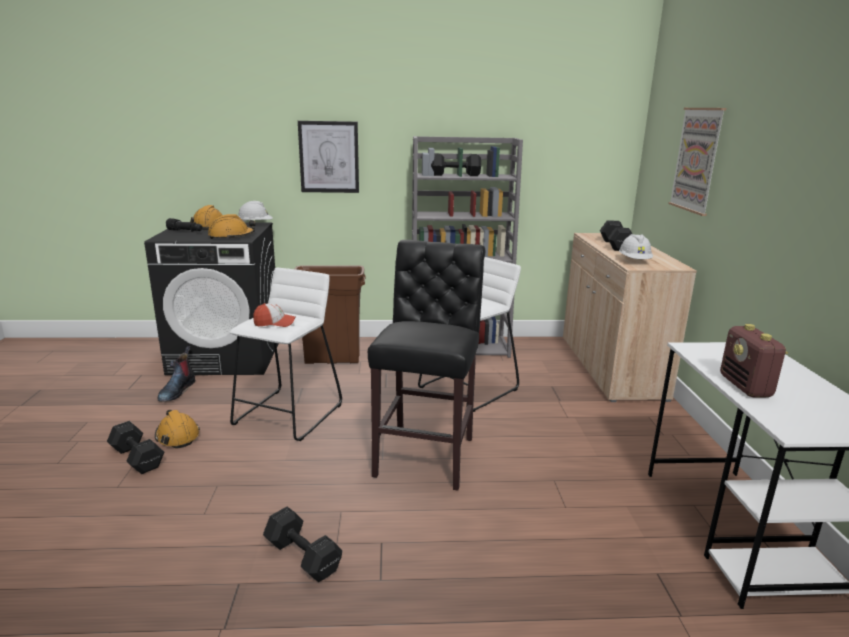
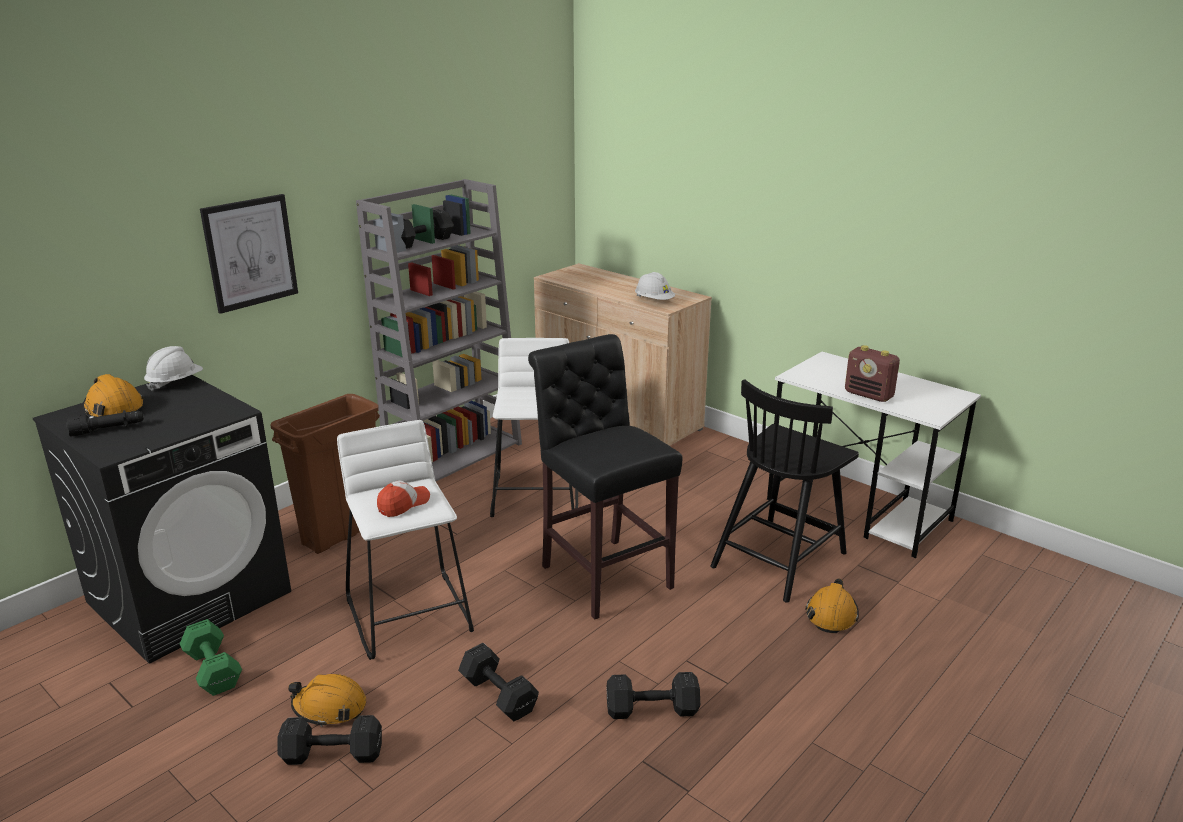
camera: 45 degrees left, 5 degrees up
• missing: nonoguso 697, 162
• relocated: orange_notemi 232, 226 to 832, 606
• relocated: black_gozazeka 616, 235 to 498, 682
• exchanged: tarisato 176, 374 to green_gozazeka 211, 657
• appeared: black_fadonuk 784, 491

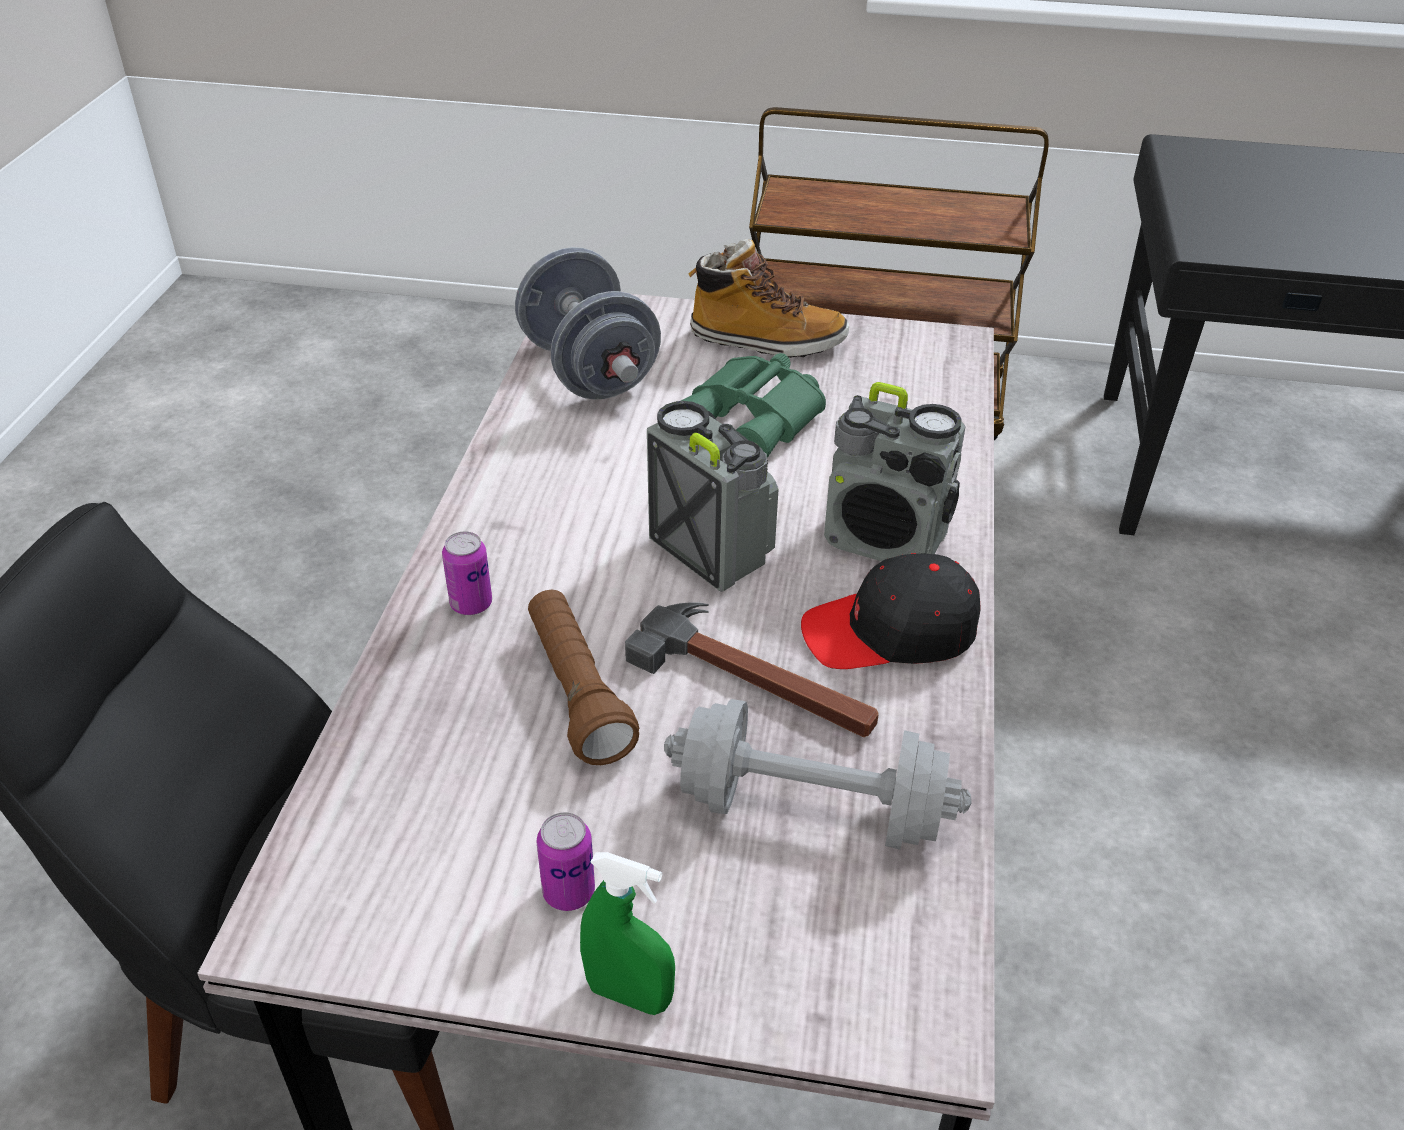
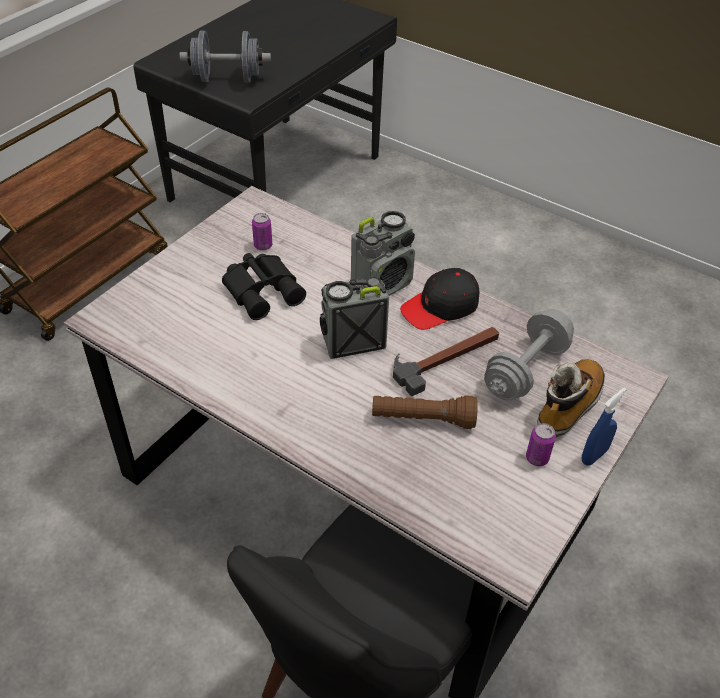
camera: 65 degrees left, 5 degrees up
• relocated: tarisato 768, 298 to 571, 398
• relocated: grey_gozazeka 588, 323 to 225, 57
• colour: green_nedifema 753, 405 to black_nedifema 264, 286
• relocated: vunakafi 467, 573 to 262, 231
• spun: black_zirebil 891, 611 = 439, 299 45 degrees clockwise
• colour: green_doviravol 627, 933 to blue_doviravol 604, 426

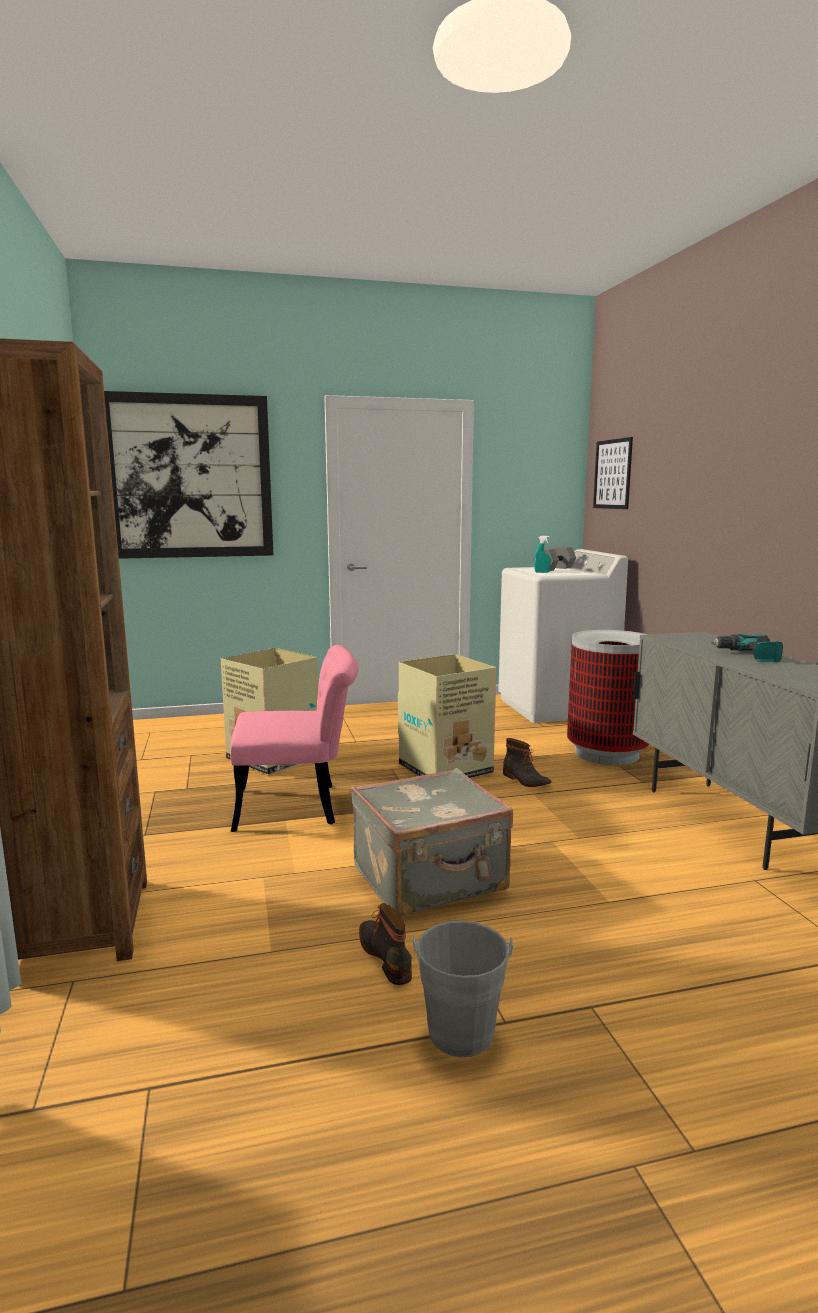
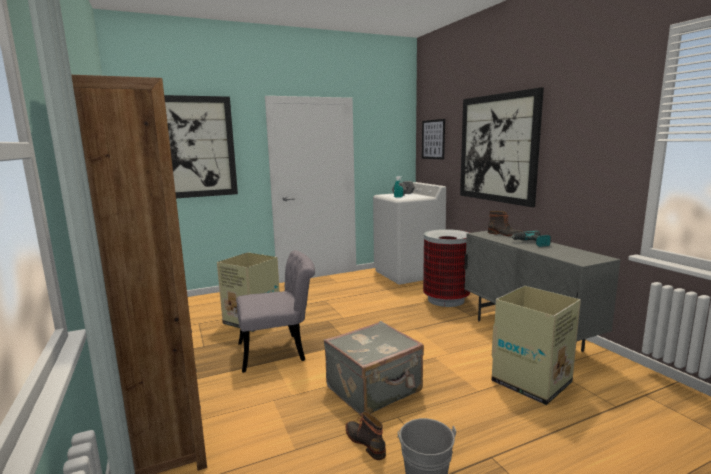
camera: 10 degrees left, 0 degrees up
• colour: pink_fadonuk 294, 738 to grey_fadonuk 276, 311
• relocated: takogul 447, 716 to 536, 345
• relocated: tarisato 527, 762 to 505, 223
• appeared: nonoguso 502, 147

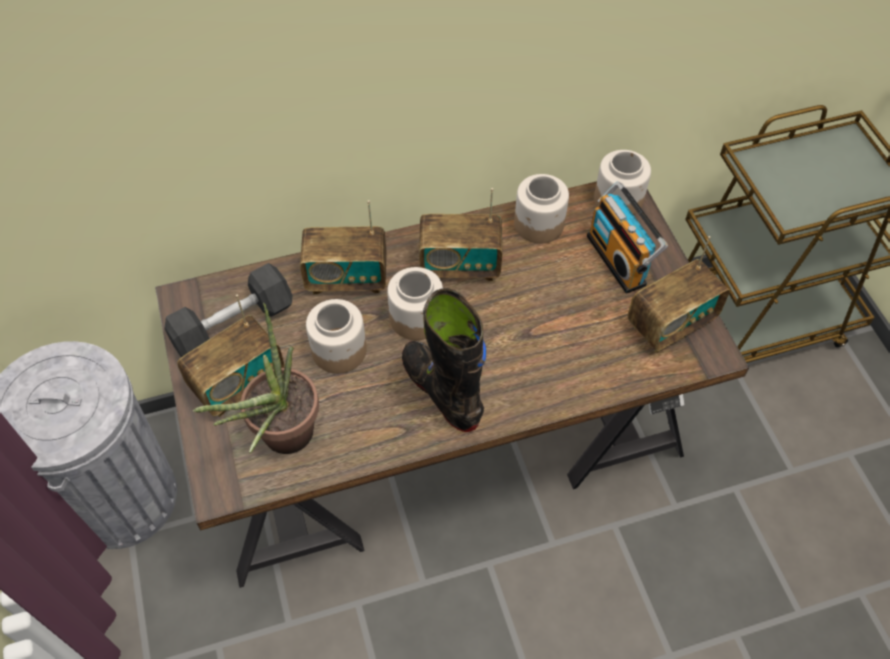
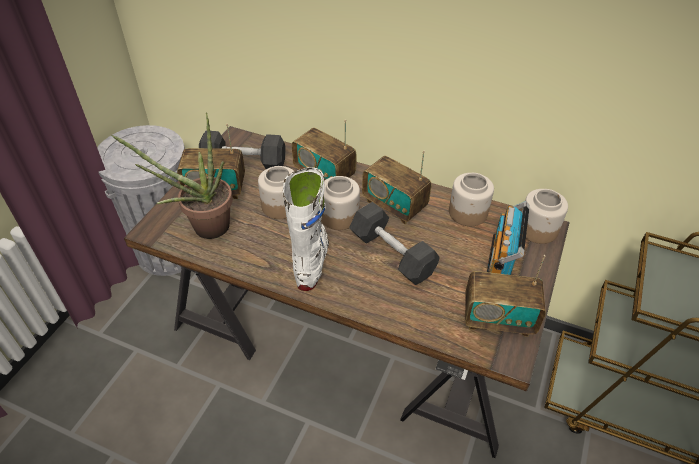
camera: 40 degrees right, 10 degrees down
• colour: black_tarisato 444, 360 to white_tarisato 306, 229
• appeared: grey_gozazeka 394, 243

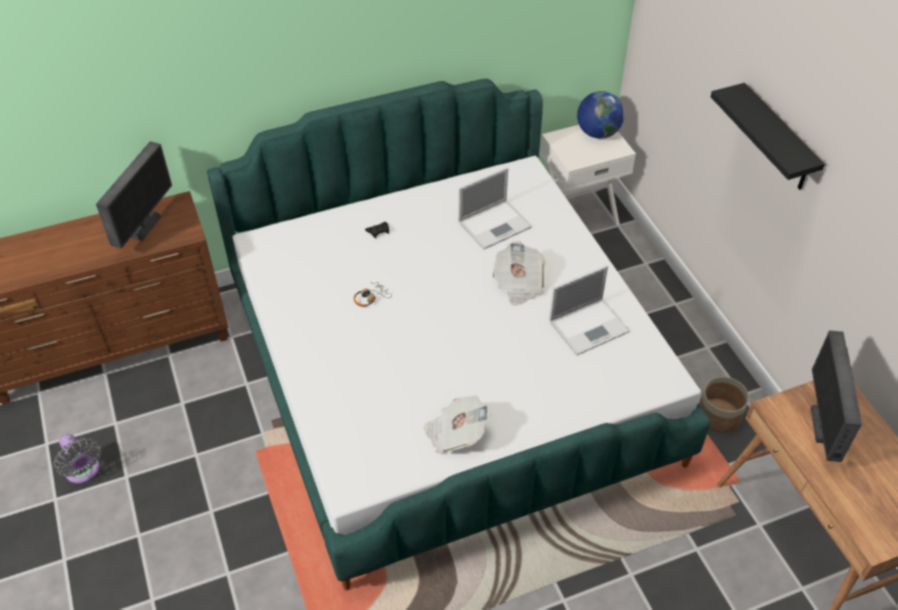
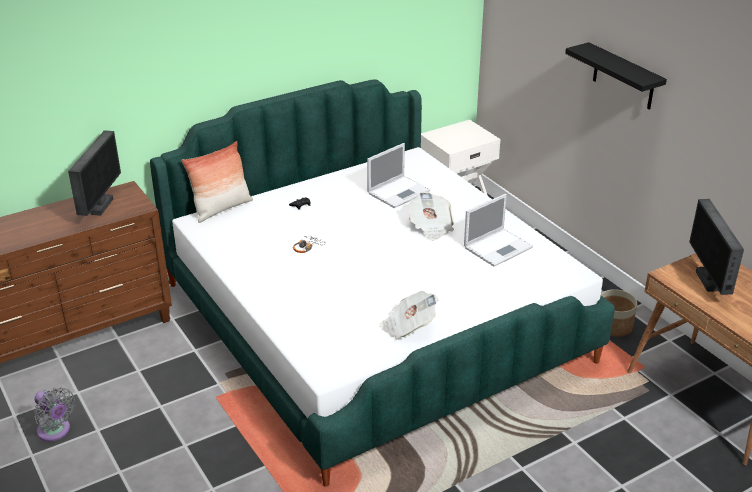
camera: 10 degrees left, 15 degrees down
• missing: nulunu 600, 115
• appeared: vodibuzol 217, 182

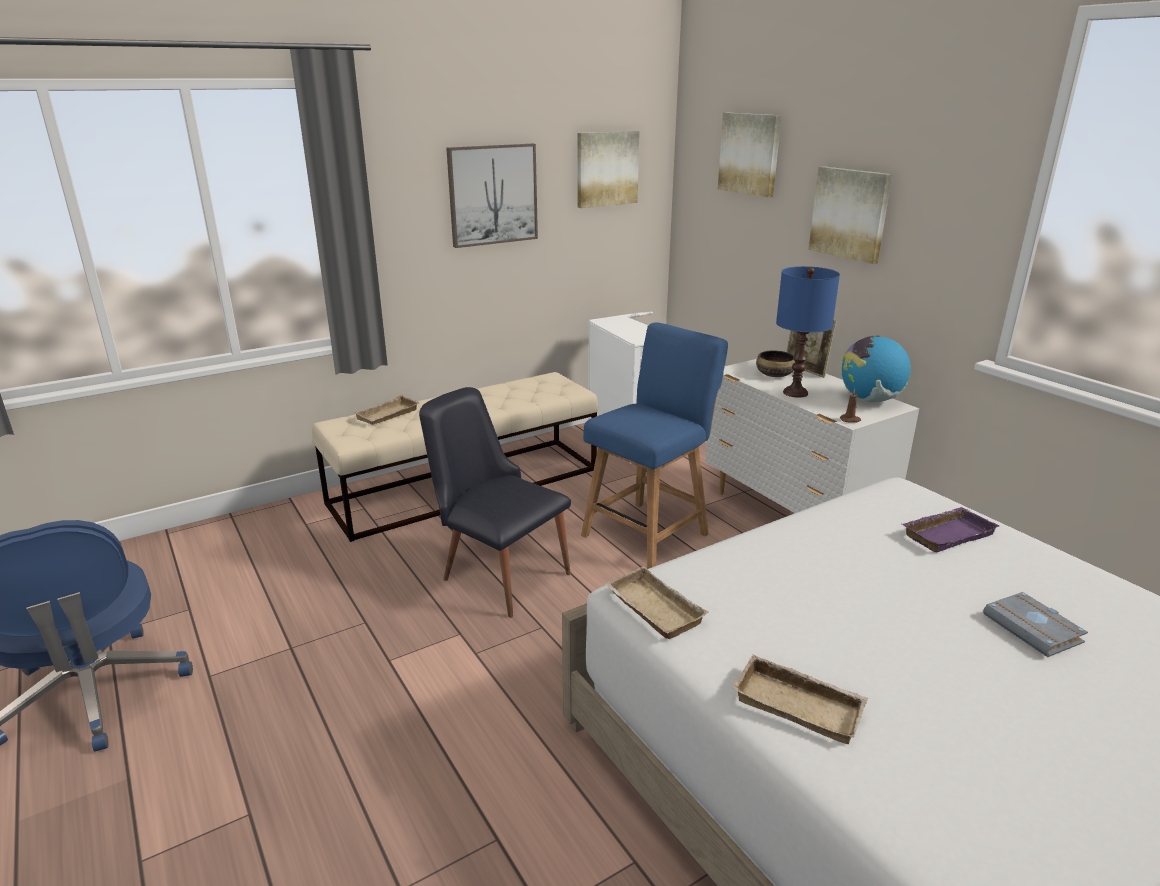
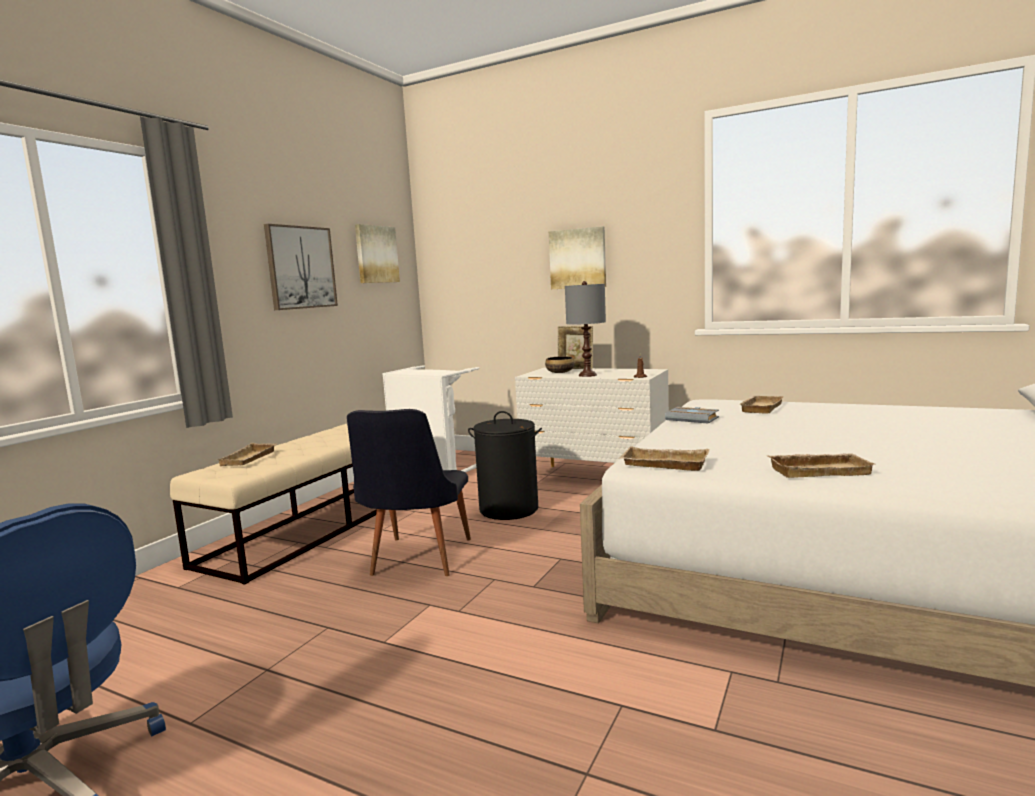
camera: 30 degrees left, 15 degrees down
• missing: nonoguso 749, 155
• colour: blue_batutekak 808, 332 to grey_batutekak 585, 329
• exchanged: blue_fadonuk 654, 445 to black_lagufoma 505, 465
• missing: nulunu 876, 369
• spun: black_fadonuk 495, 502 = 409, 492 90 degrees counterclockwise
• colour: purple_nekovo 950, 529 to beige_nekovo 761, 405
• relocated: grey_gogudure 1035, 624 to 692, 415

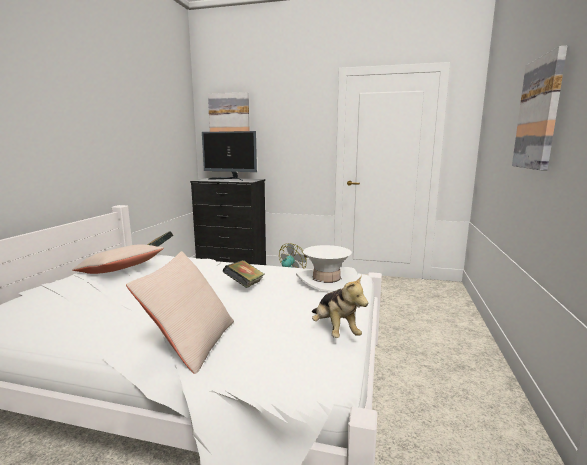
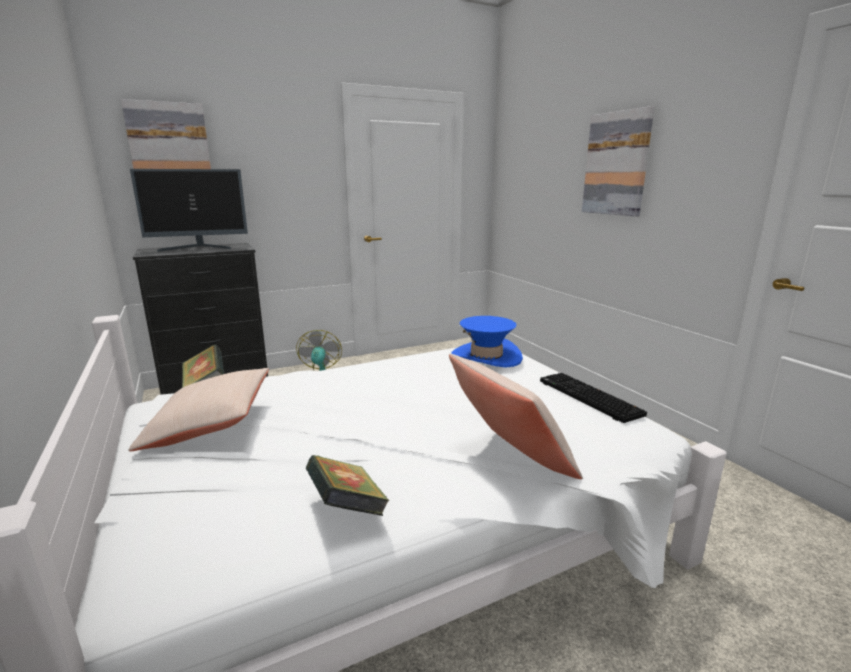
camera: 40 degrees left, 5 degrees up
• colour: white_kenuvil 327, 268 to blue_kenuvil 487, 342
• relocated: gogudure 243, 274 to 348, 485
• exchanged: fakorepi 340, 306 to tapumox 593, 398

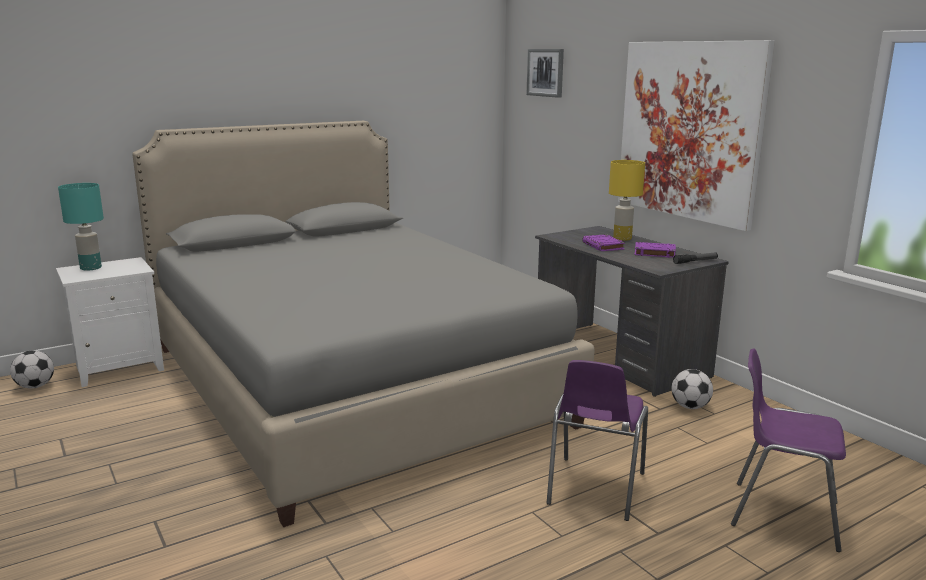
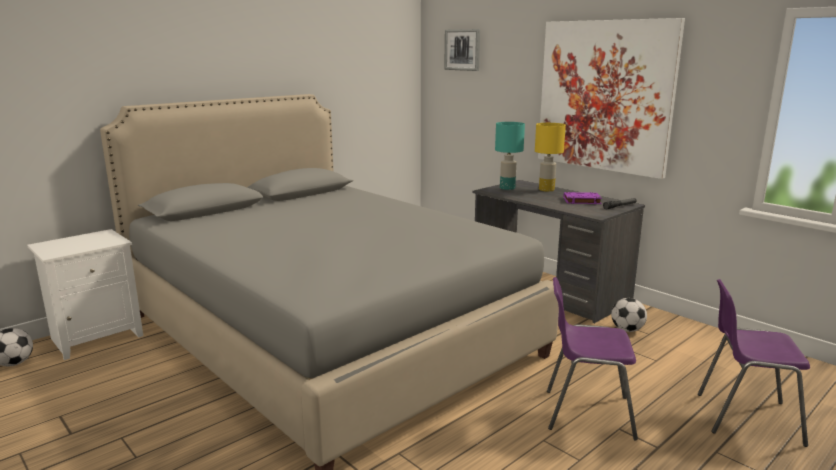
camera: 10 degrees left, 0 degrees up
• relocated: turquoise_batutekak 81, 227 to 510, 156
• missing: purple_gogudure 603, 242
• spun: purple_fadonuk 597, 440 = 592, 359 90 degrees clockwise

